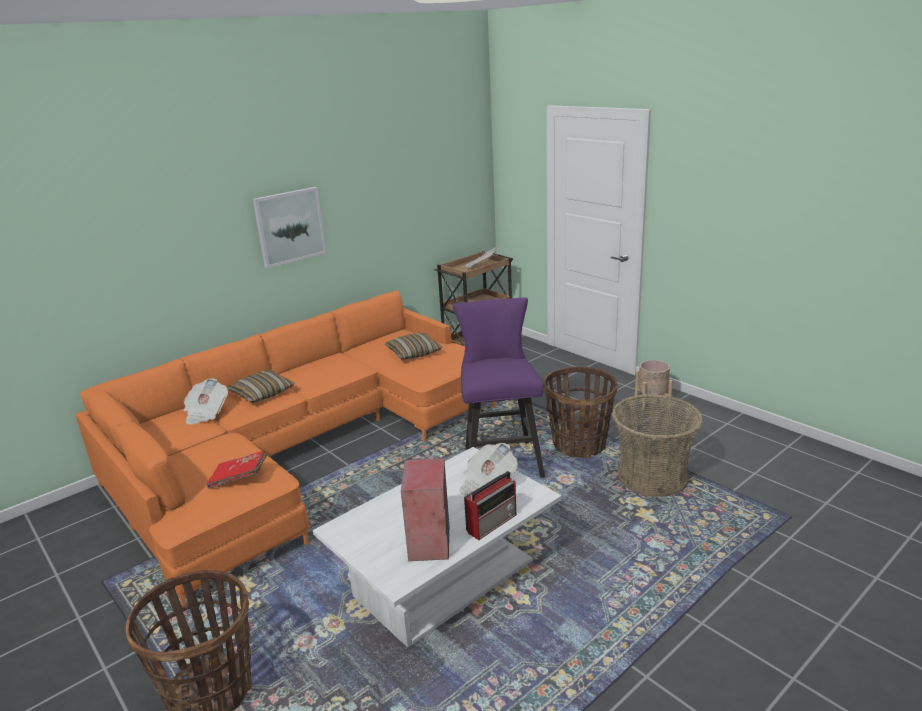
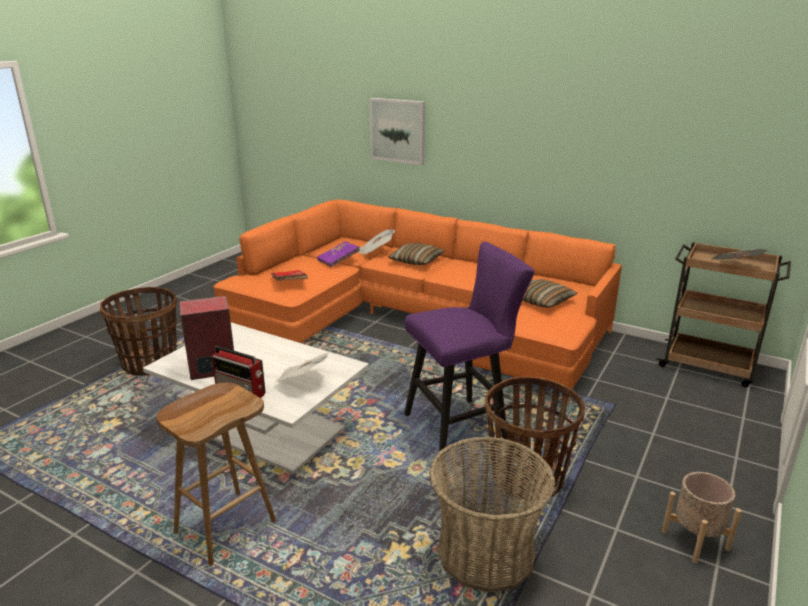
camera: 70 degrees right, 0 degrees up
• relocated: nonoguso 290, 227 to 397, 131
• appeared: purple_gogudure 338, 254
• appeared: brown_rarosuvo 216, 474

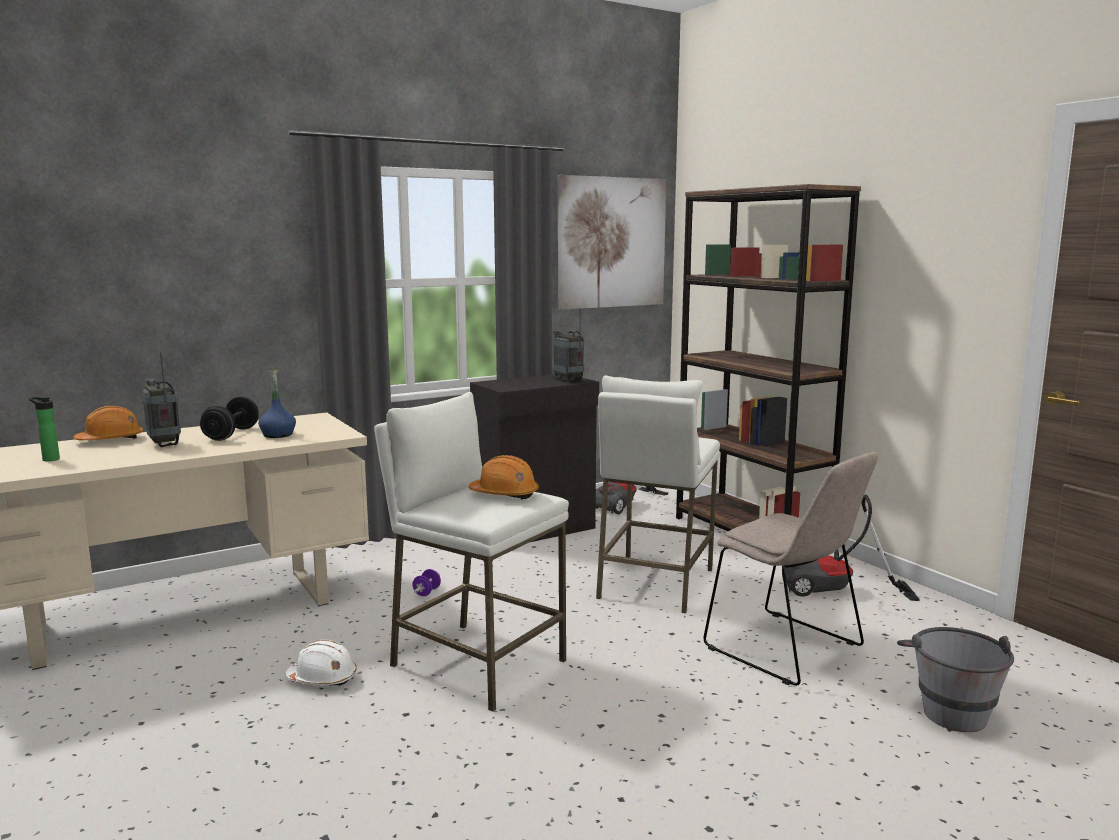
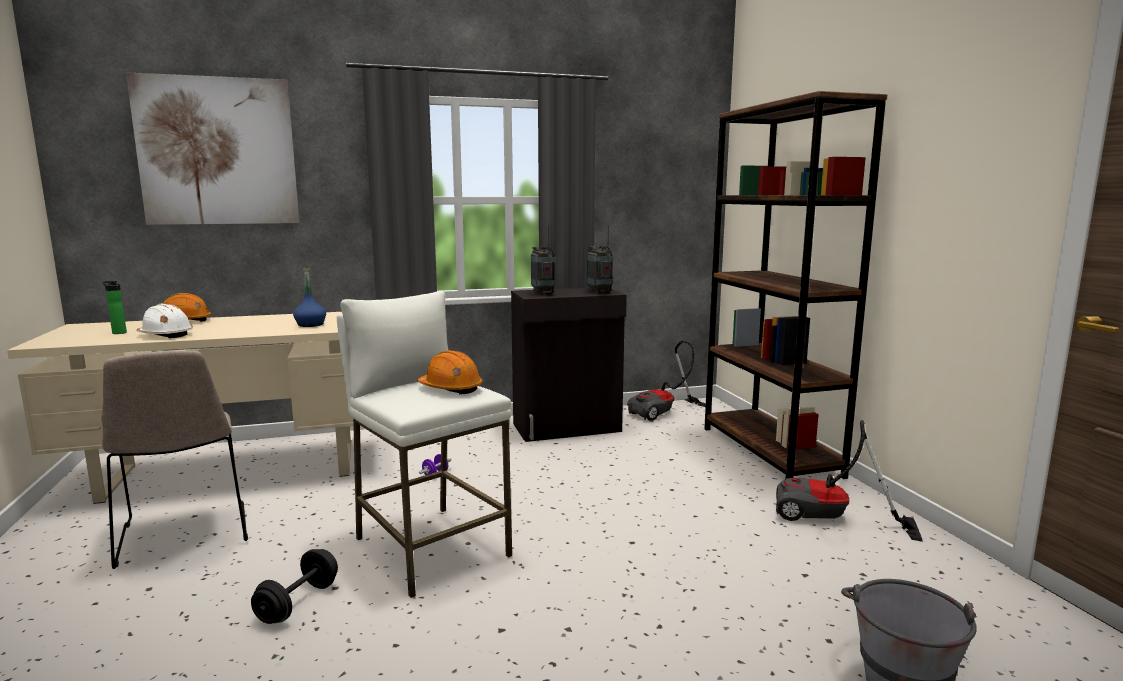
camera: 15 degrees right, 0 degrees up
• relocated: nonoguso 612, 242 to 213, 148
• relocated: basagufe 161, 399 to 543, 260
• missing: white_rarosuvo 658, 494
• relocated: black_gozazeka 229, 418 to 294, 586
• relocated: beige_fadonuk 790, 569 to 174, 459
• relocated: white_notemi 321, 663 to 164, 321

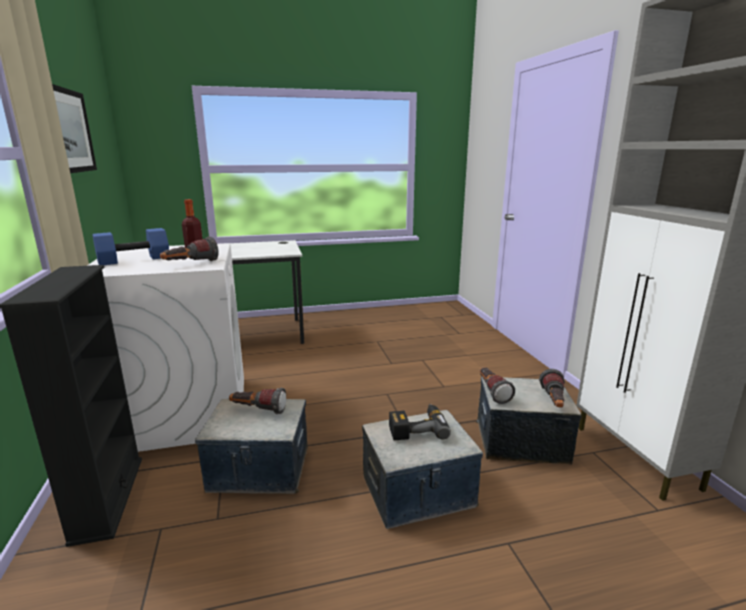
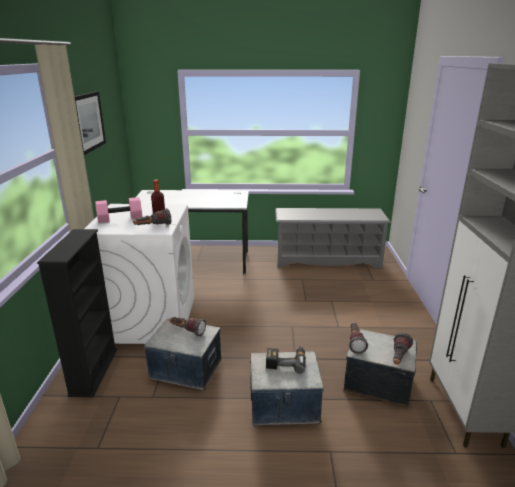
camera: 15 degrees right, 5 degrees up
• colour: blue_gozazeka 130, 246 to pink_gozazeka 118, 210
• appeared: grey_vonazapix 333, 238

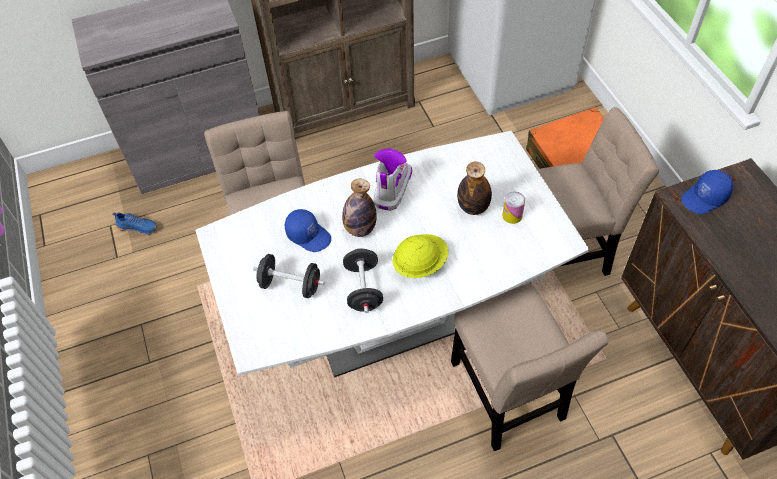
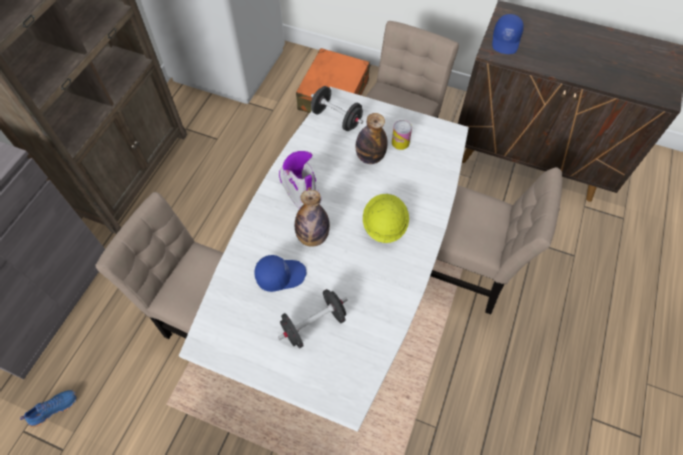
camera: 50 degrees left, 5 degrees up
• relocated: black_gozazeka 363, 280 to 337, 108

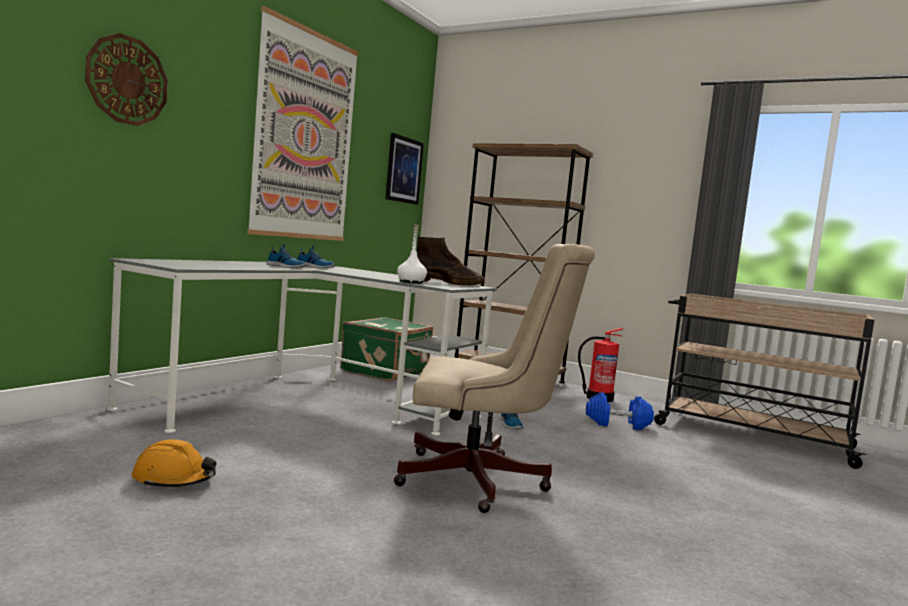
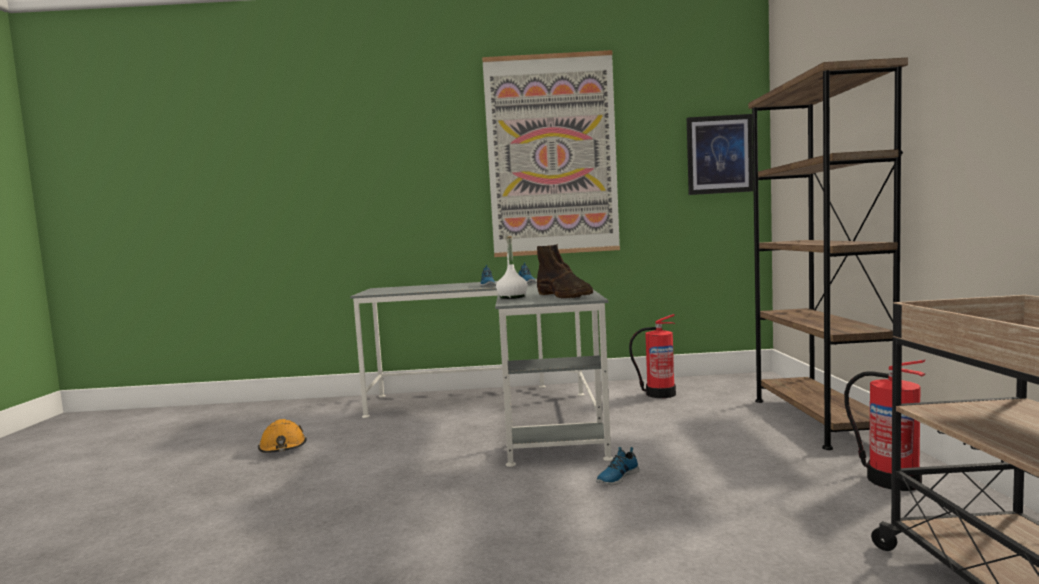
camera: 60 degrees right, 0 degrees up
• missing: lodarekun 126, 79
• missing: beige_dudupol 494, 378
• exchanged: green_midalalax 386, 349 to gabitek 652, 356
• missing: blue_gozazeka 620, 411

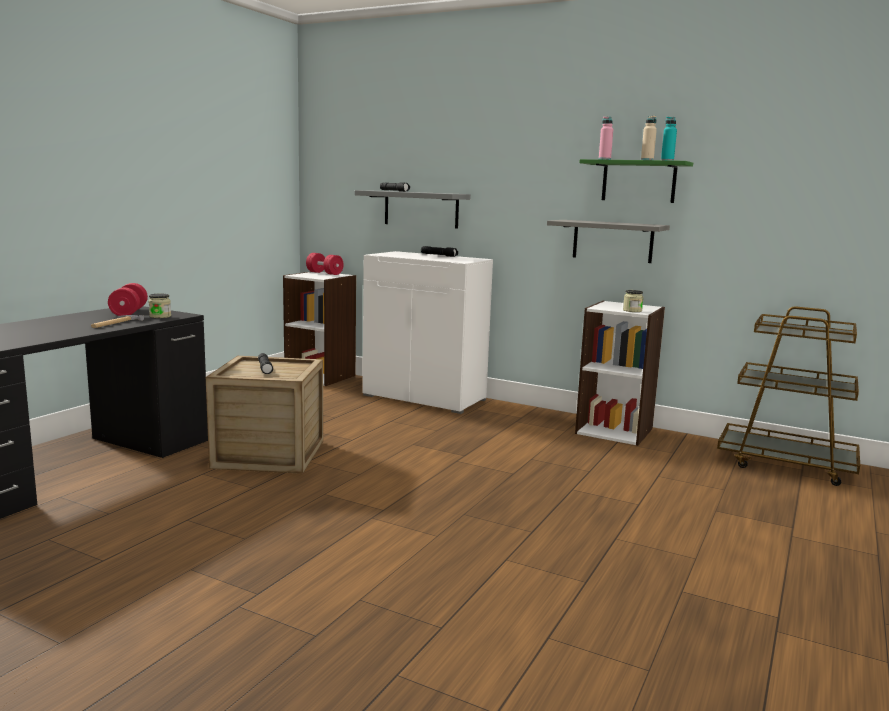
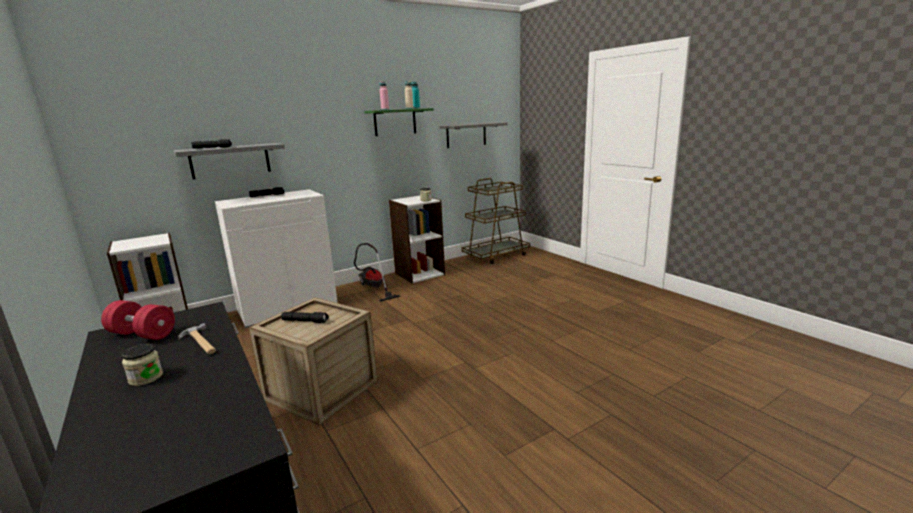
camera: 60 degrees left, 5 degrees up
• relocated: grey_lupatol 608, 241 to 473, 135
• missing: red_gozazeka 325, 264
• relocated: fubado 159, 306 to 142, 365
• appeared: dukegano 377, 272

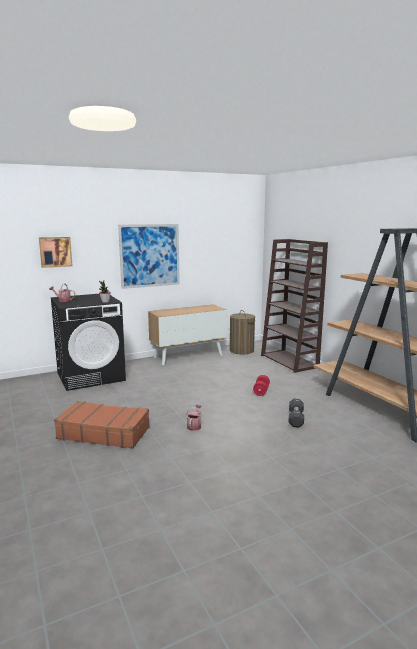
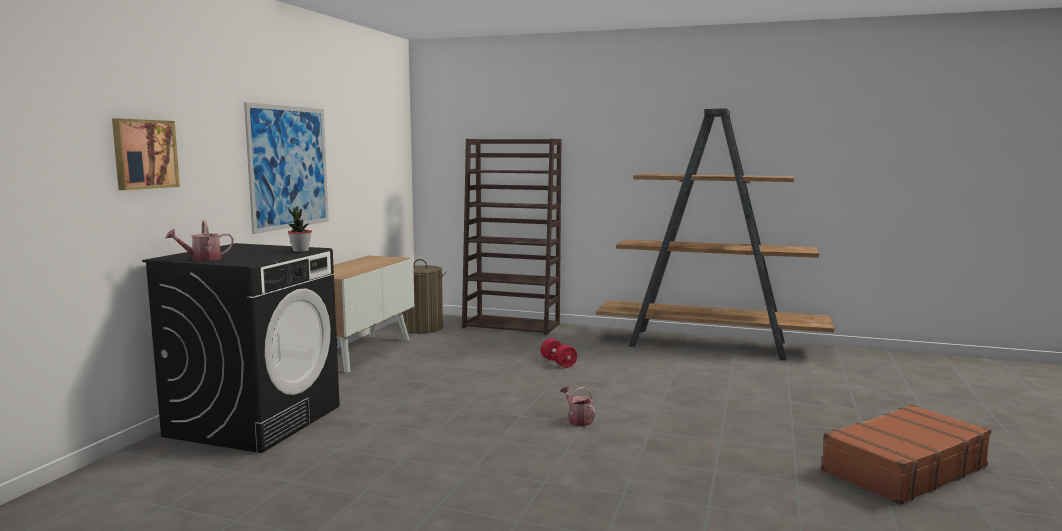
camera: 45 degrees left, 5 degrees down
• missing: black_gozazeka 296, 413
• relocated: brown_midalalax 102, 425 to 906, 454

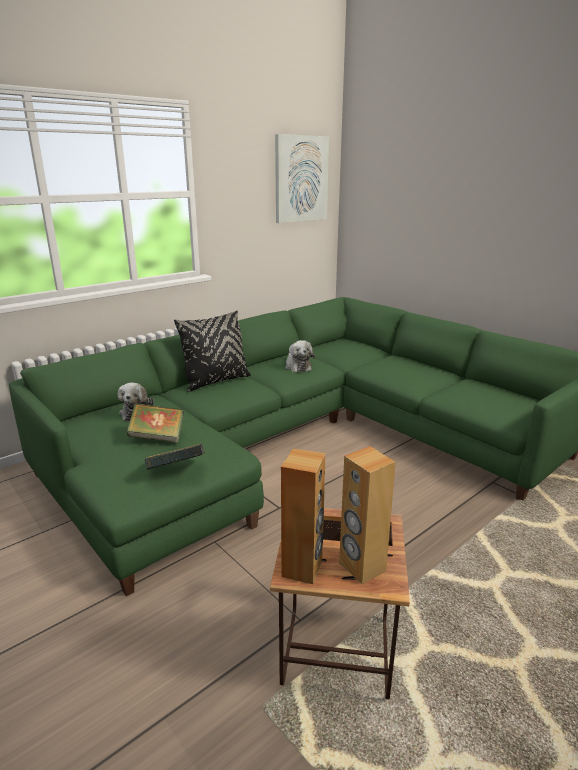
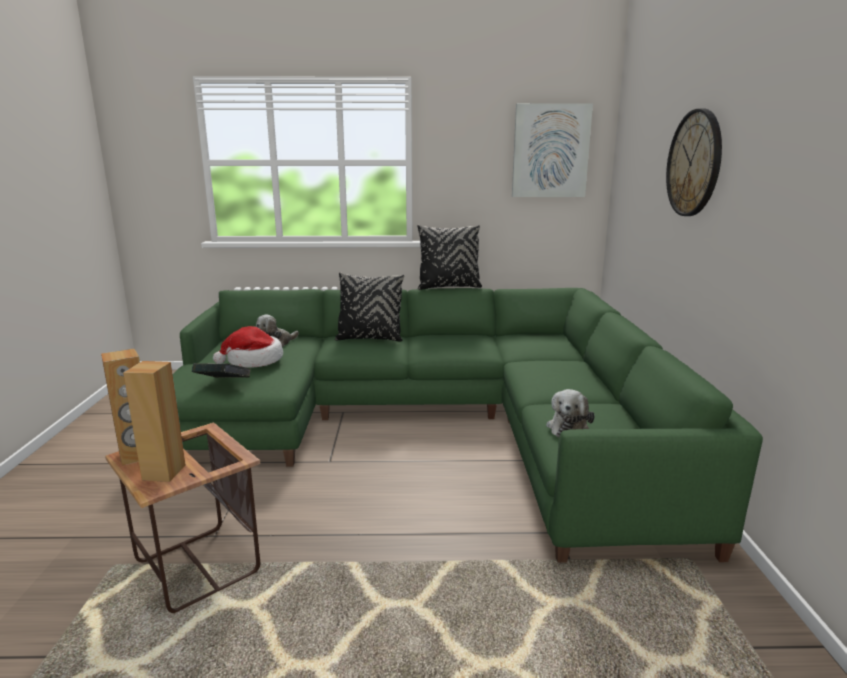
camera: 40 degrees right, 5 degrees down
• relocated: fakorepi 300, 356 to 570, 413
• exchanged: gogudure 155, 423 to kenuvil 248, 347
• appeared: lodarekun 694, 162
• appeared: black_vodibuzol 450, 257

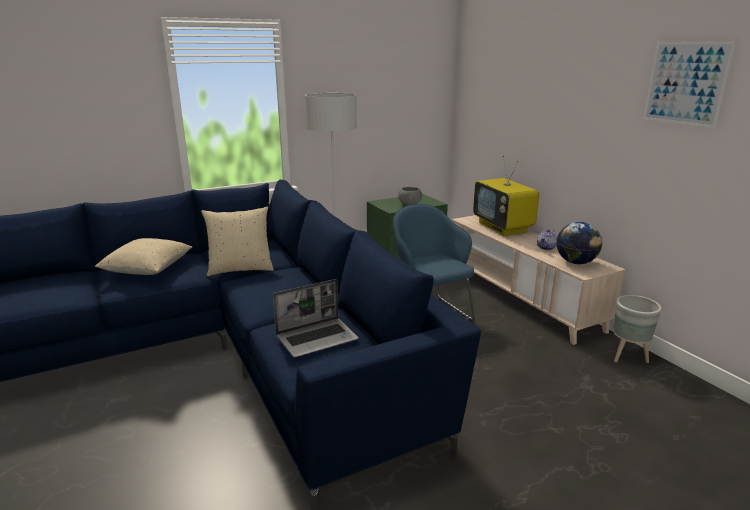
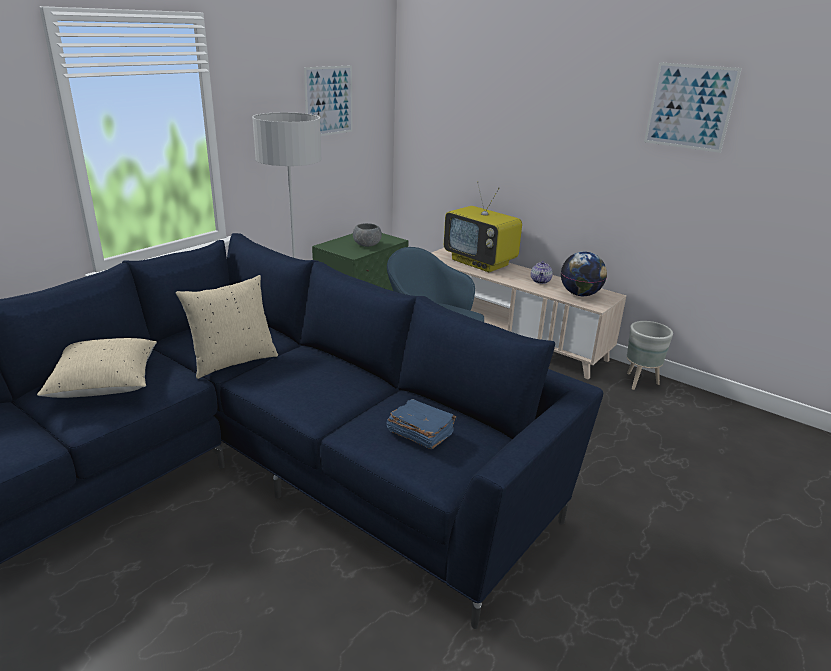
camera: 25 degrees left, 5 degrees up
• exchanged: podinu 316, 318 to blue_gogudure 421, 424
• appeared: nonoguso 328, 100

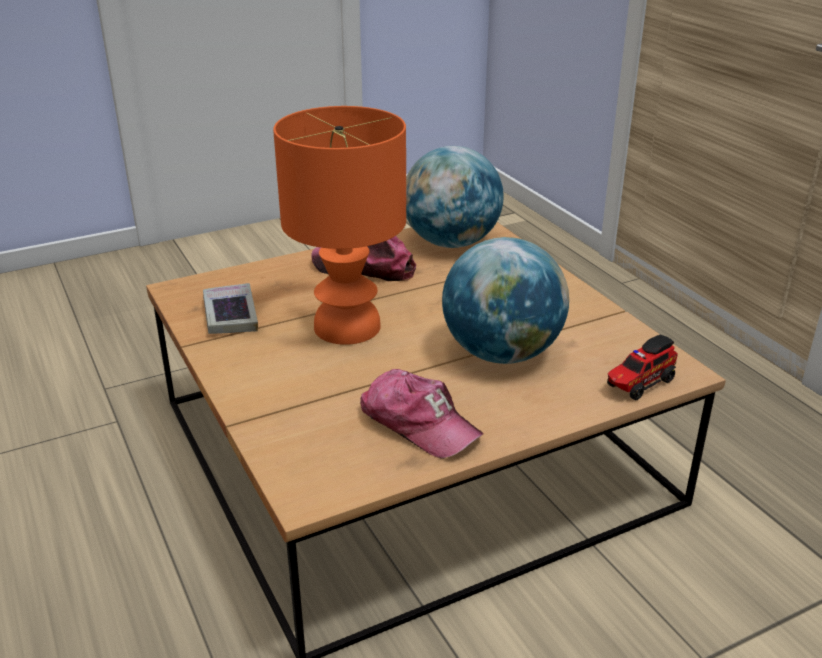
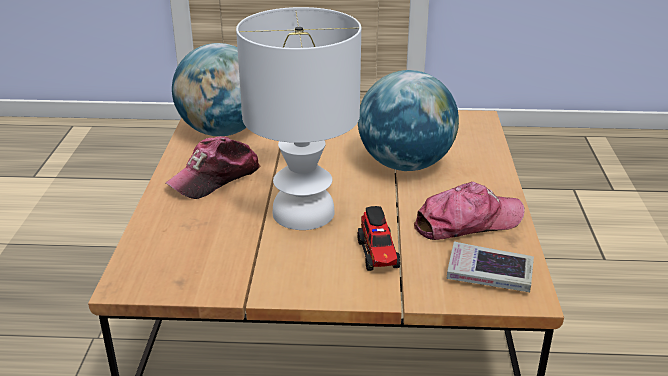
camera: 60 degrees left, 0 degrees up
• colour: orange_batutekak 339, 225 to white_batutekak 298, 118
• relocated: gogudure 230, 308 to 490, 266
• relocated: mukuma 642, 367 to 378, 238

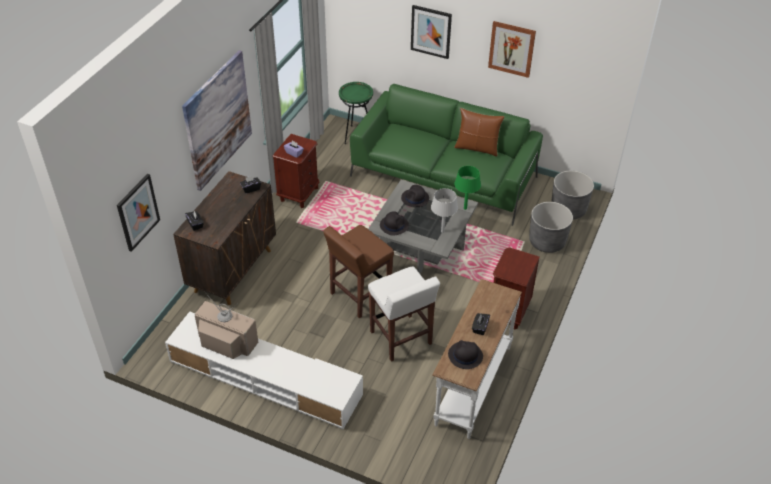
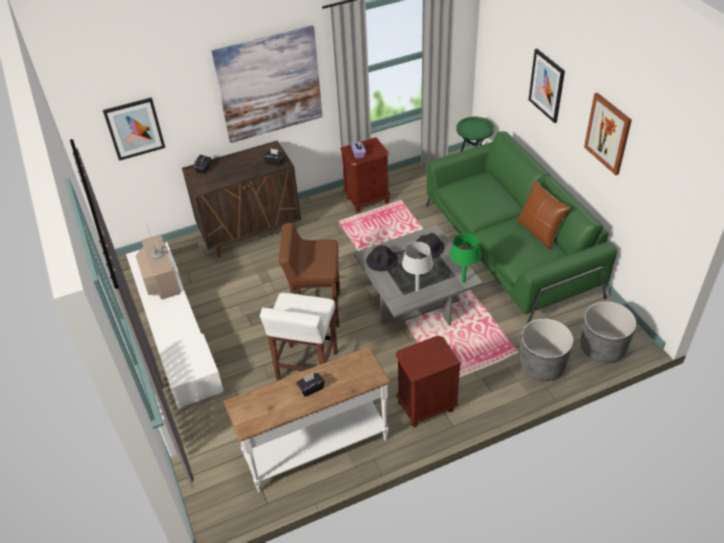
camera: 45 degrees right, 0 degrees up
• missing: black_kenuvil 465, 354

